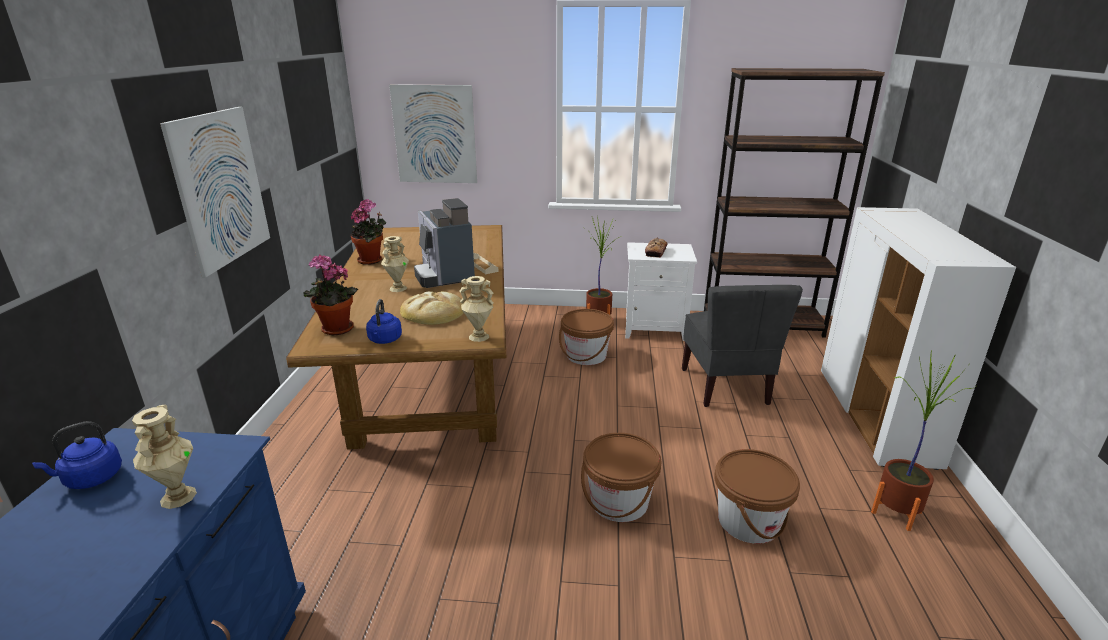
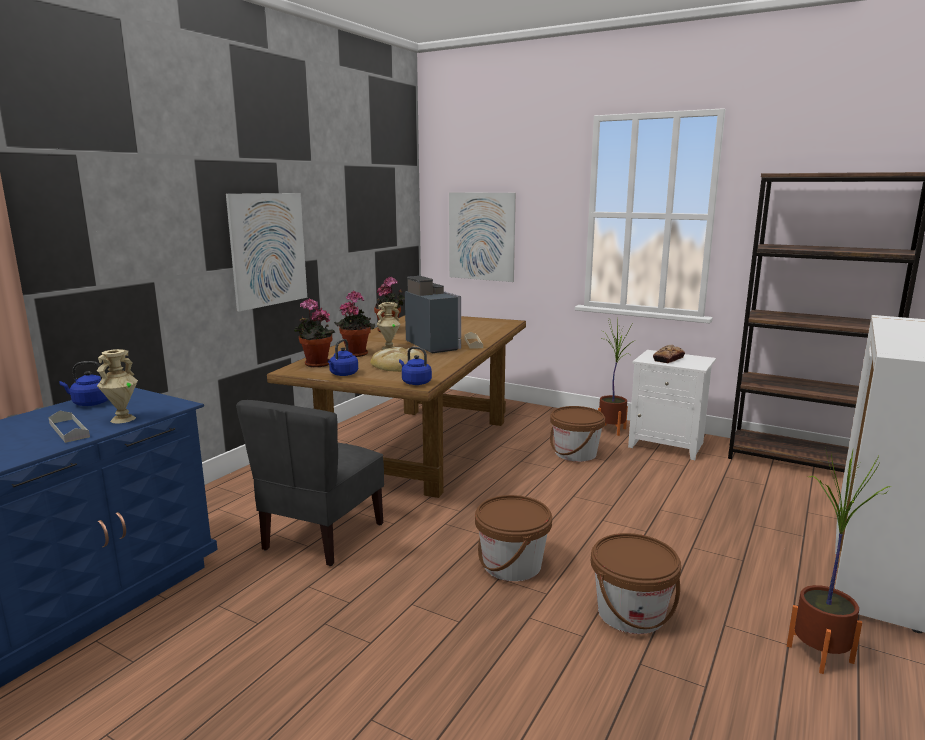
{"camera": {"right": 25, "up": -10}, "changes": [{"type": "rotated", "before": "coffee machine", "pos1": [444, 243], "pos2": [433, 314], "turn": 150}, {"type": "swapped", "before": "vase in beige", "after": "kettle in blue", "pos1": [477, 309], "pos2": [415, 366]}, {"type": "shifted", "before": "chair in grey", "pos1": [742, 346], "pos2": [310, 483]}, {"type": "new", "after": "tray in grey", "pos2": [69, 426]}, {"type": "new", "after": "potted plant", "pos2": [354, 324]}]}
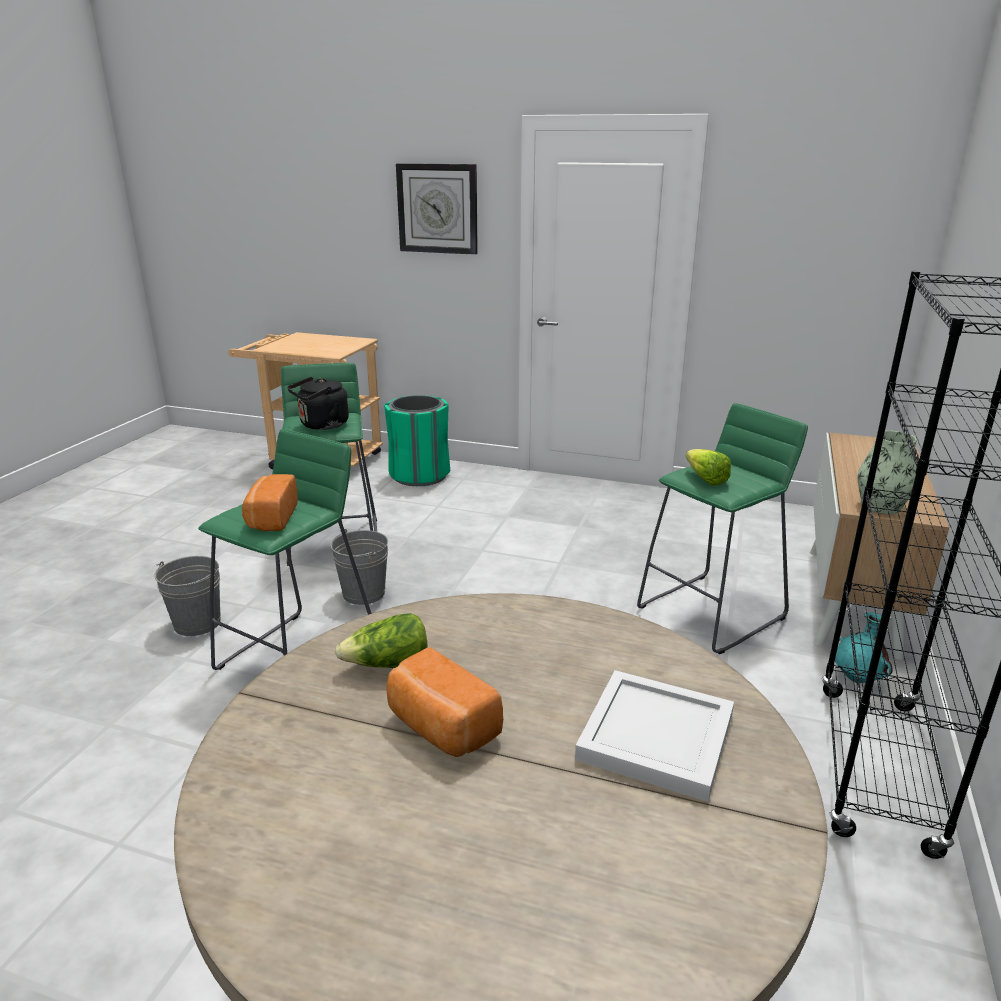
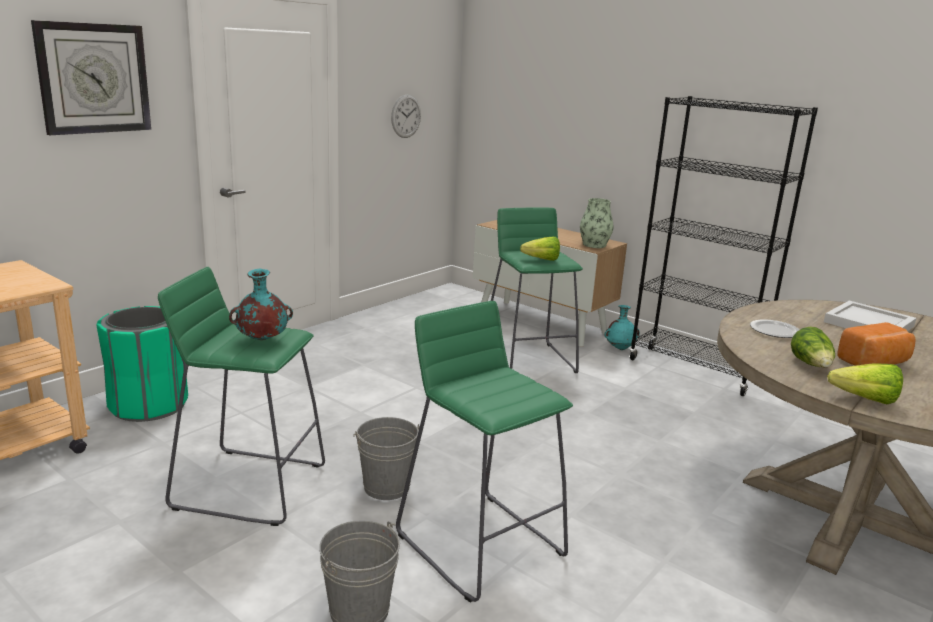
{"camera": {"right": -70, "up": -5}, "changes": [{"type": "gone", "before": "bread", "pos1": [270, 502]}, {"type": "swapped", "before": "kettle in black", "after": "vase in turquoise", "pos1": [318, 403], "pos2": [261, 304]}, {"type": "new", "after": "wall clock", "pos2": [406, 116]}, {"type": "new", "after": "plate", "pos2": [775, 328]}, {"type": "new", "after": "lettuce", "pos2": [865, 383]}]}
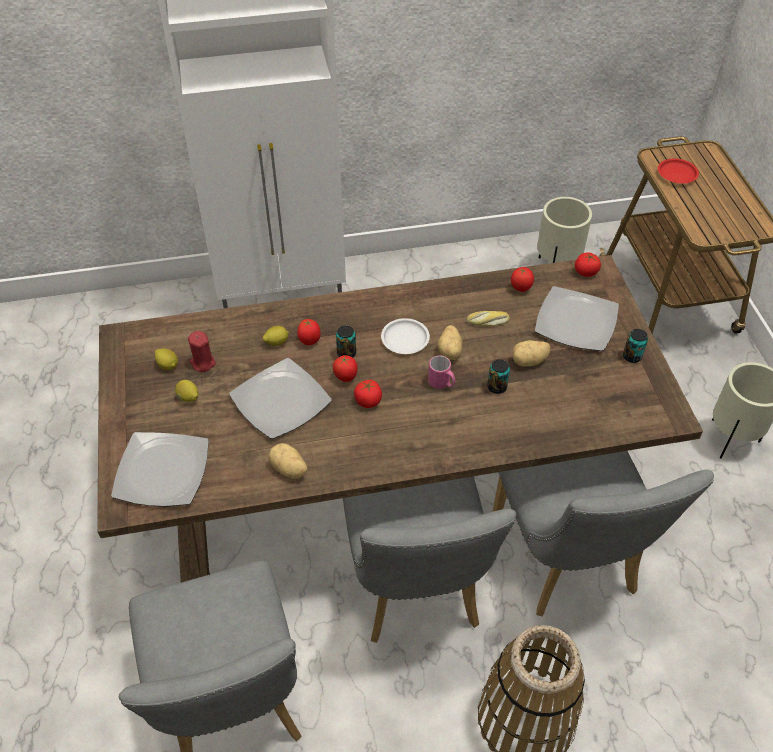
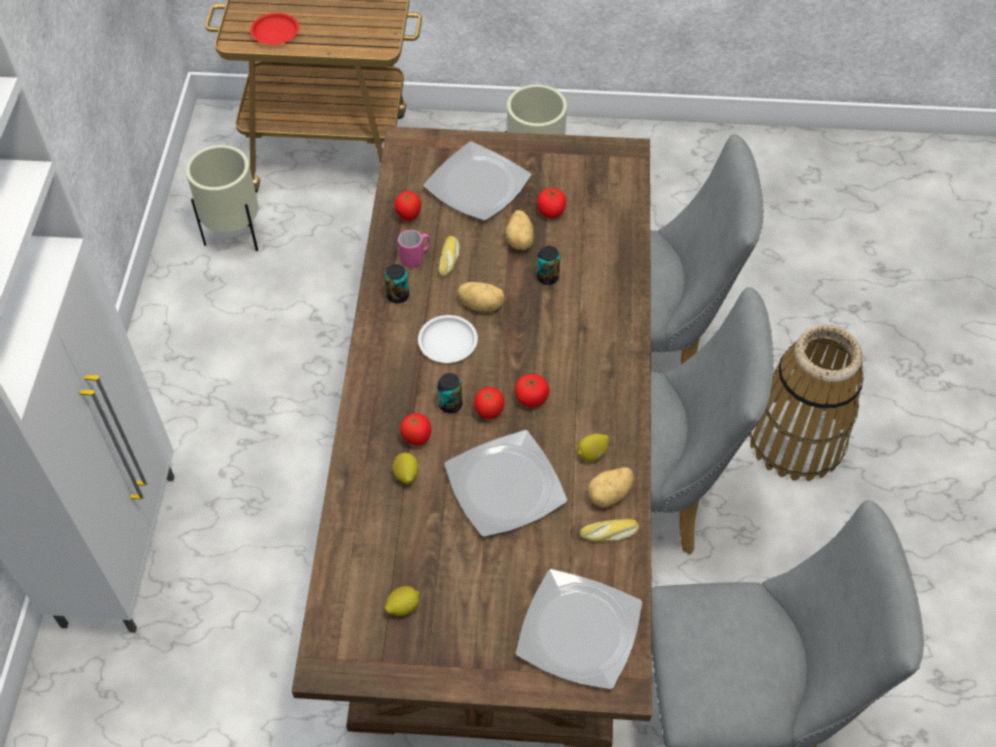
{"camera": {"right": -75, "up": 5}, "changes": [{"type": "shifted", "before": "lemon", "pos1": [186, 391], "pos2": [593, 447]}, {"type": "gone", "before": "candle in red", "pos1": [202, 351]}, {"type": "shifted", "before": "mug in pink", "pos1": [442, 372], "pos2": [414, 248]}, {"type": "shifted", "before": "tomato", "pos1": [588, 264], "pos2": [551, 203]}, {"type": "shifted", "before": "can", "pos1": [635, 346], "pos2": [396, 283]}, {"type": "new", "after": "bread", "pos2": [609, 530]}]}
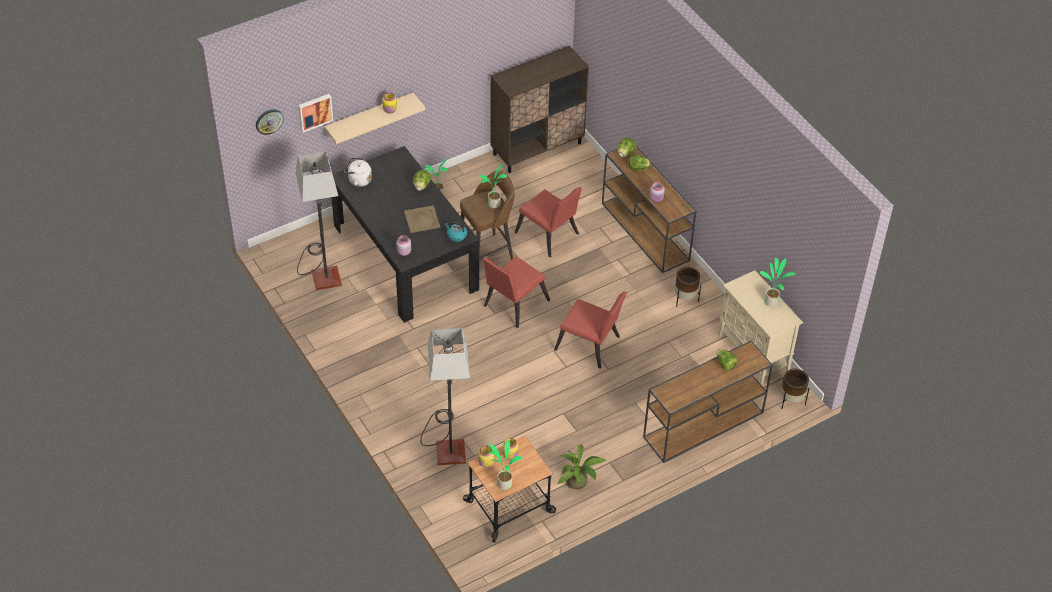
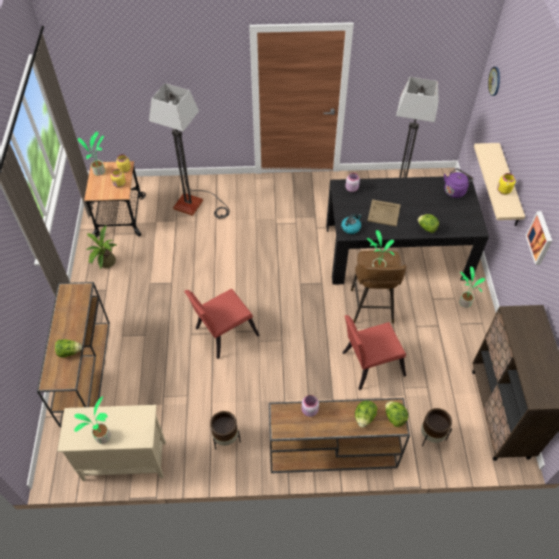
{"camera": {"right": 120, "up": 5}, "changes": [{"type": "shifted", "before": "picture", "pos1": [315, 113], "pos2": [539, 238]}, {"type": "repainted", "before": "kettle in white", "after": "kettle in purple", "pos1": [358, 172], "pos2": [459, 183]}, {"type": "gone", "before": "chair in red", "pos1": [516, 292]}, {"type": "shifted", "before": "planter in brown", "pos1": [795, 389], "pos2": [436, 427]}]}
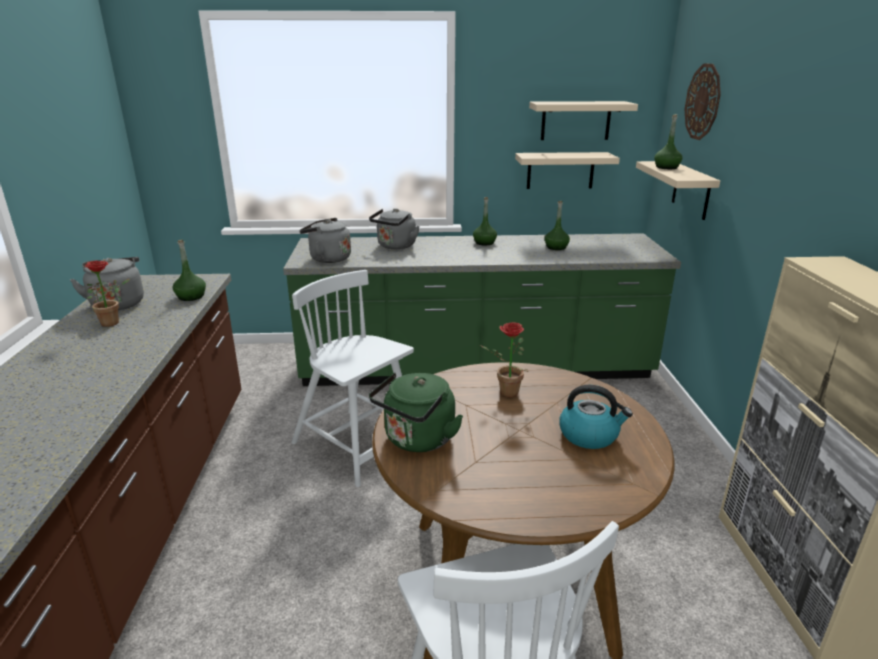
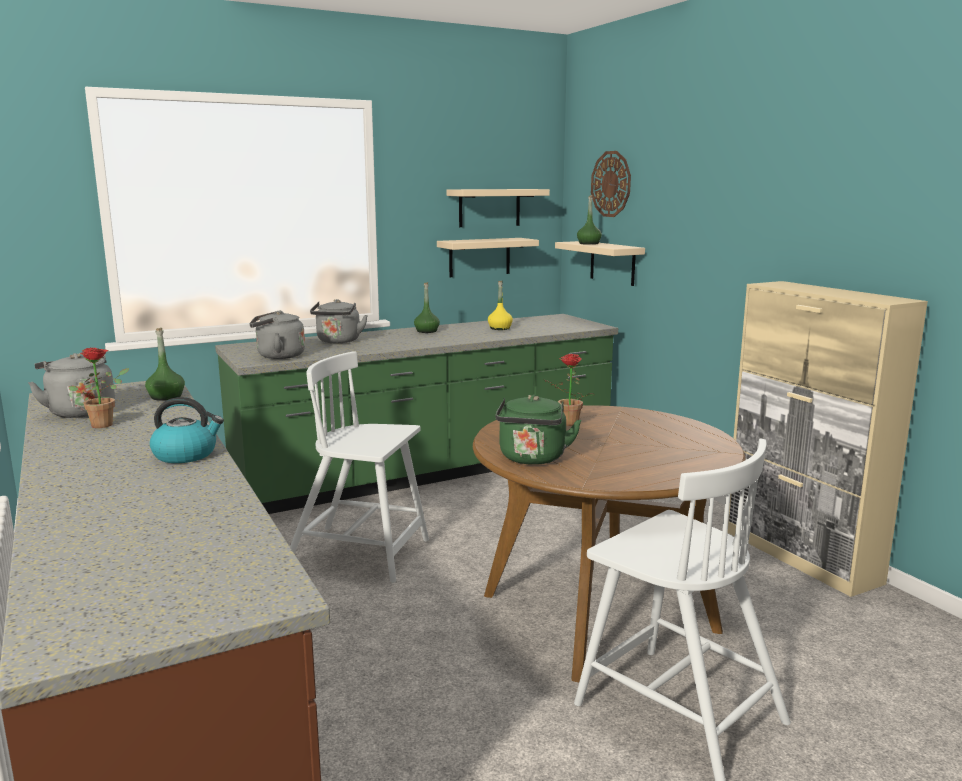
{"camera": {"right": -25, "up": -10}, "changes": [{"type": "repainted", "before": "bottle in green", "after": "bottle in yellow", "pos1": [557, 225], "pos2": [500, 305]}, {"type": "shifted", "before": "kettle", "pos1": [596, 417], "pos2": [186, 430]}]}
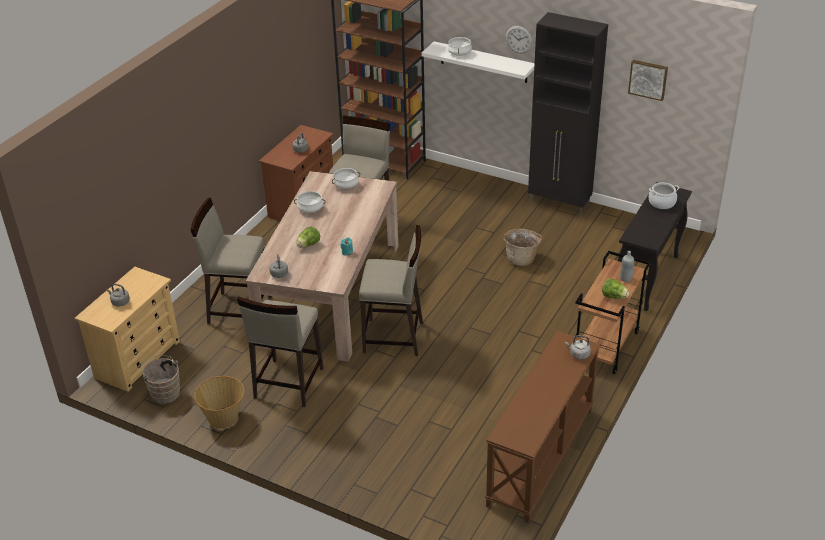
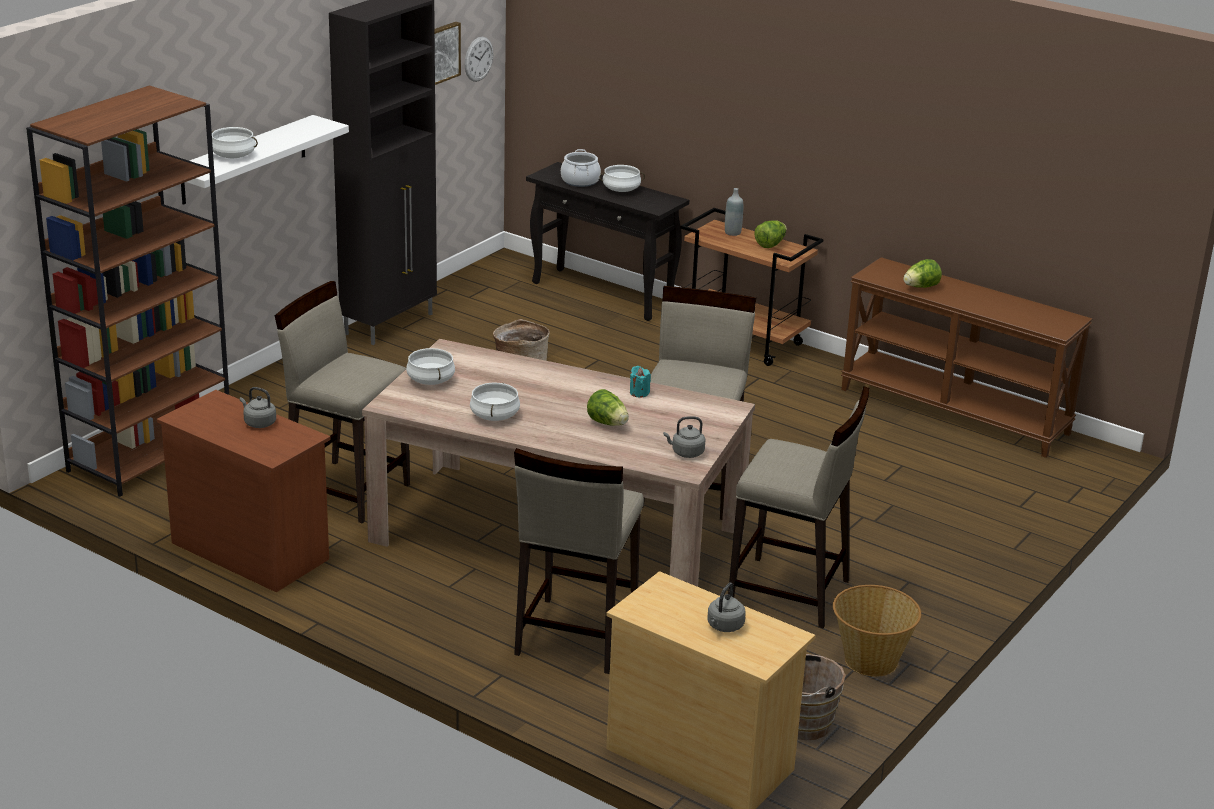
{"camera": {"right": -85, "up": -10}, "changes": [{"type": "shifted", "before": "wall clock", "pos1": [519, 39], "pos2": [479, 59]}, {"type": "gone", "before": "kettle in grey", "pos1": [578, 347]}, {"type": "new", "after": "cooking pot in white", "pos2": [622, 178]}, {"type": "new", "after": "lettuce", "pos2": [922, 273]}]}
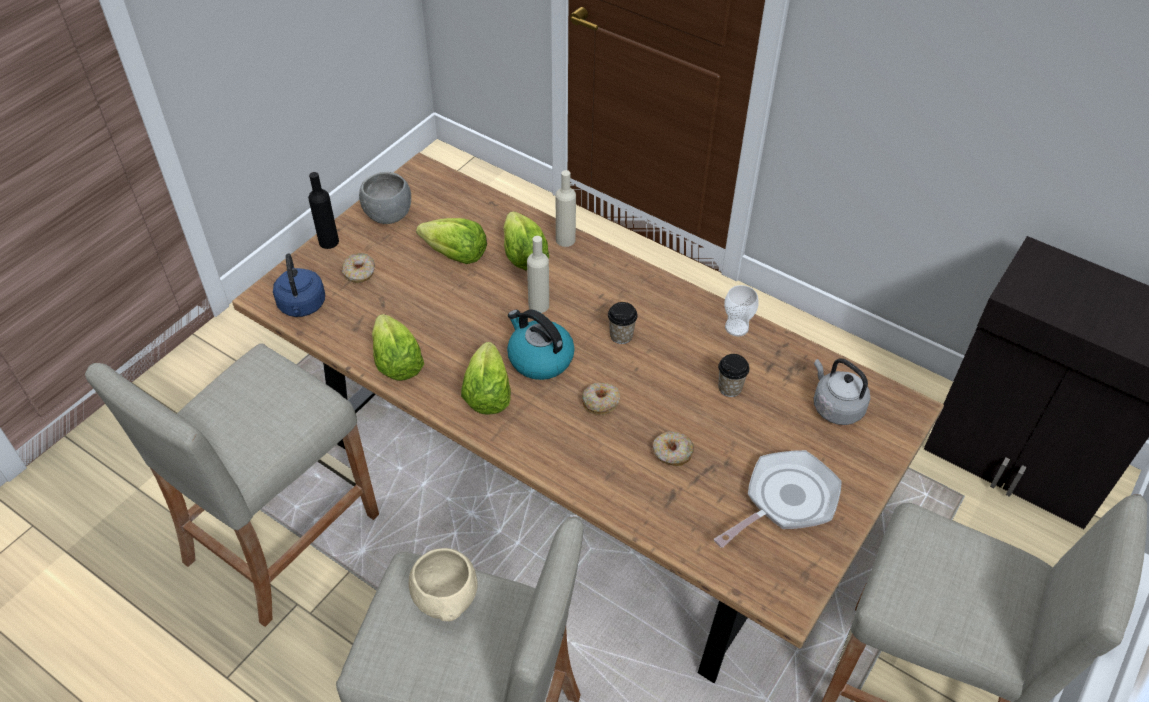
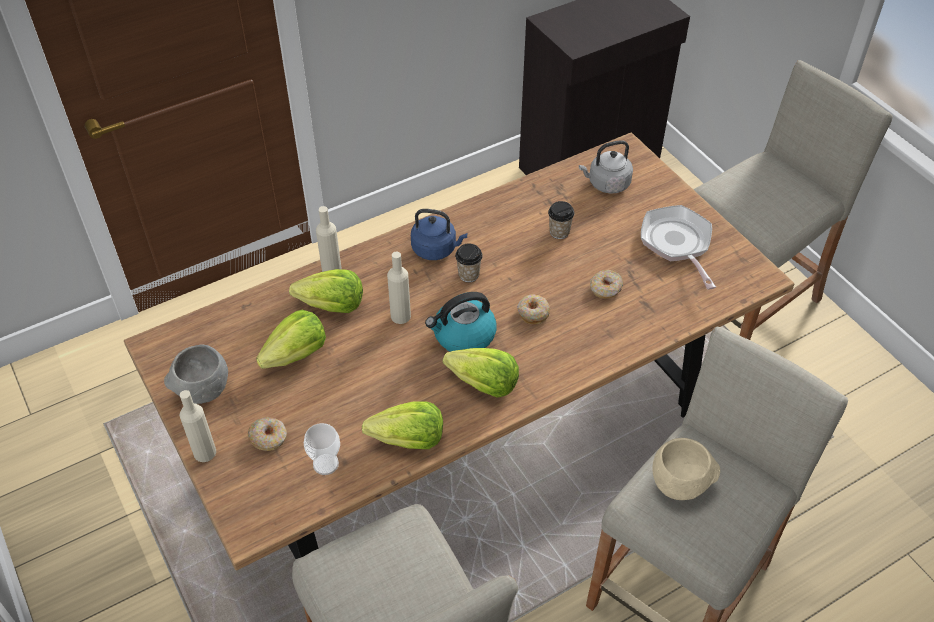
{"camera": {"right": -65, "up": 0}, "changes": [{"type": "shifted", "before": "kettle in blue", "pos1": [299, 285], "pos2": [439, 234]}, {"type": "repainted", "before": "bottle in black", "after": "bottle in beige", "pos1": [323, 210], "pos2": [197, 426]}, {"type": "shifted", "before": "cup", "pos1": [741, 310], "pos2": [322, 449]}]}
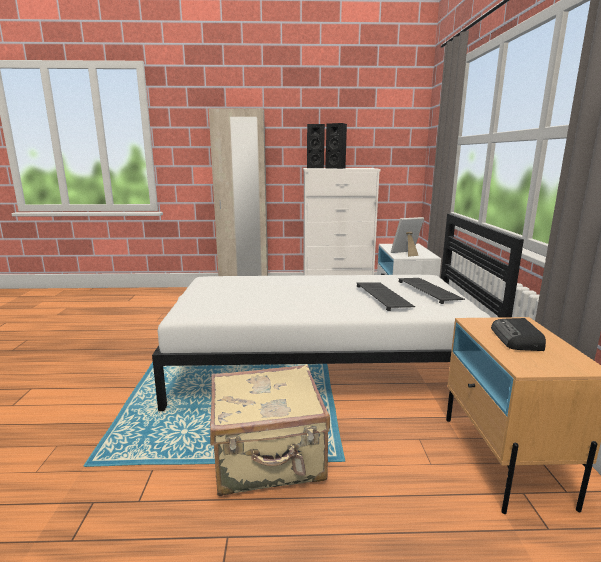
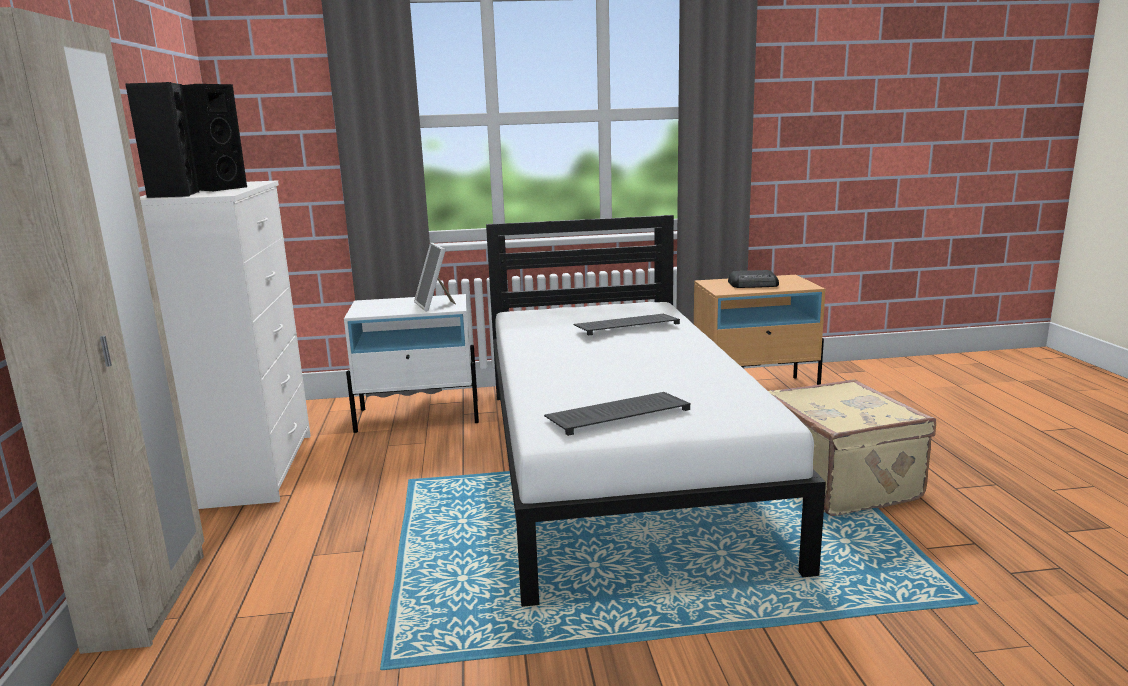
{"camera": {"right": -95, "up": 0}, "changes": [{"type": "shifted", "before": "keyboard", "pos1": [431, 291], "pos2": [617, 414]}]}
